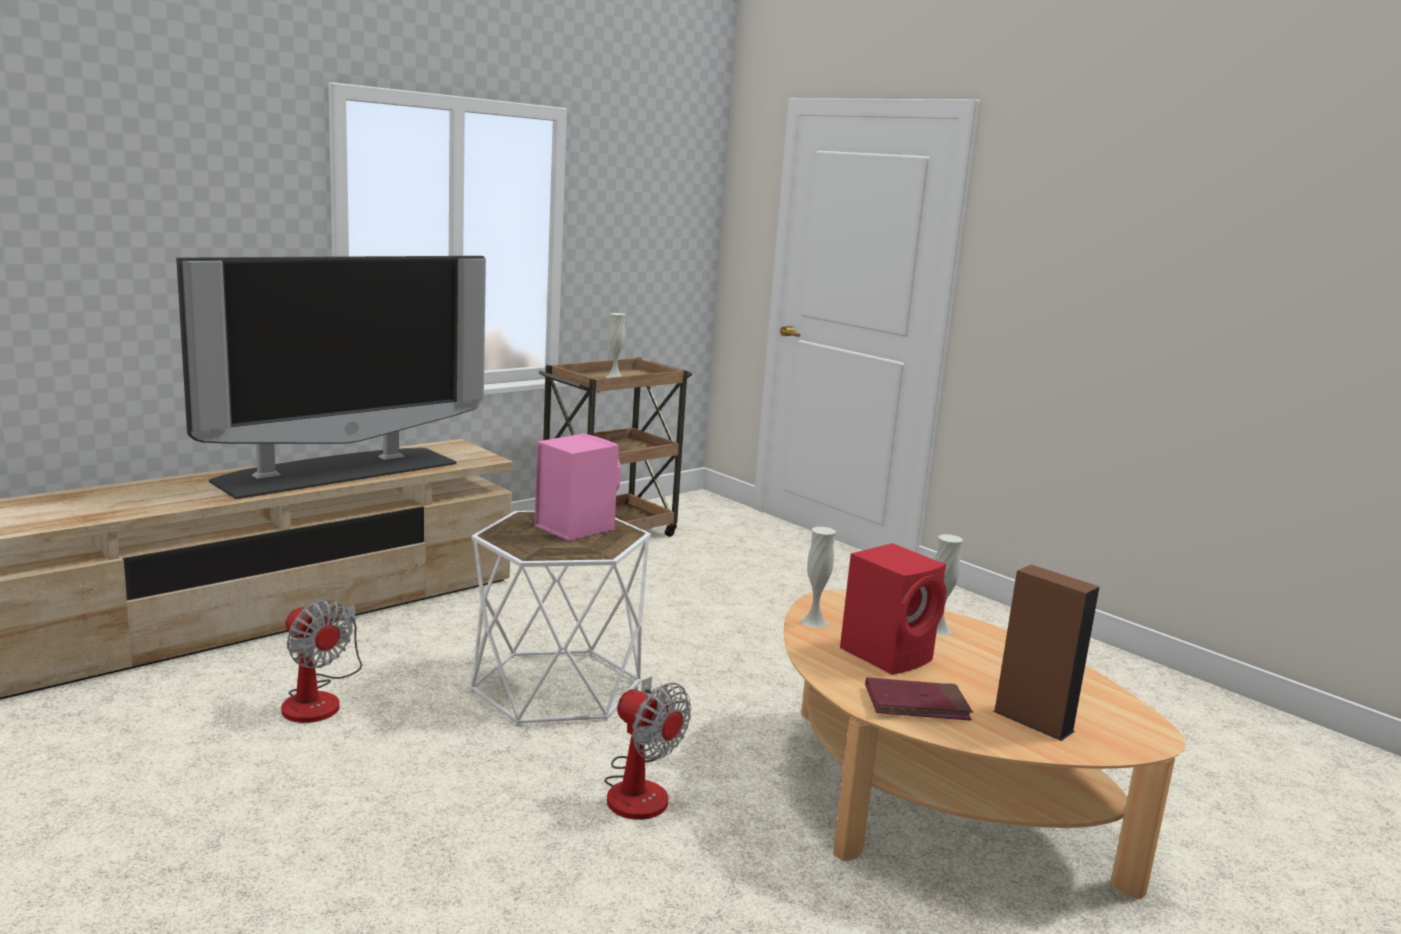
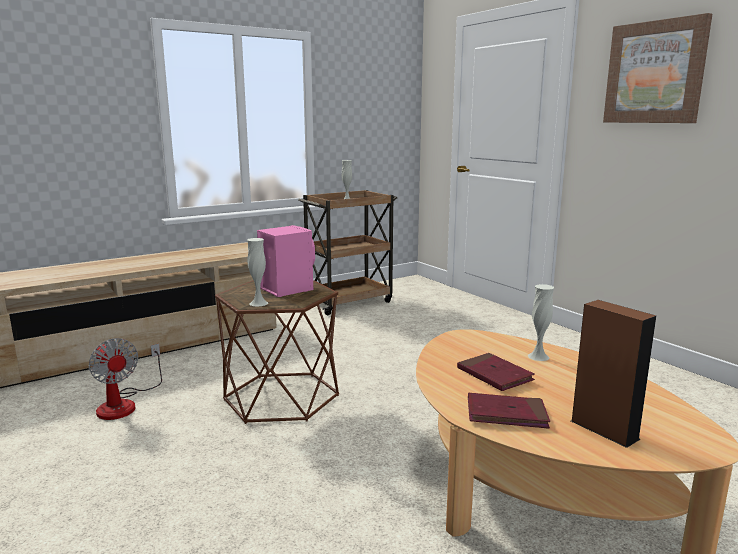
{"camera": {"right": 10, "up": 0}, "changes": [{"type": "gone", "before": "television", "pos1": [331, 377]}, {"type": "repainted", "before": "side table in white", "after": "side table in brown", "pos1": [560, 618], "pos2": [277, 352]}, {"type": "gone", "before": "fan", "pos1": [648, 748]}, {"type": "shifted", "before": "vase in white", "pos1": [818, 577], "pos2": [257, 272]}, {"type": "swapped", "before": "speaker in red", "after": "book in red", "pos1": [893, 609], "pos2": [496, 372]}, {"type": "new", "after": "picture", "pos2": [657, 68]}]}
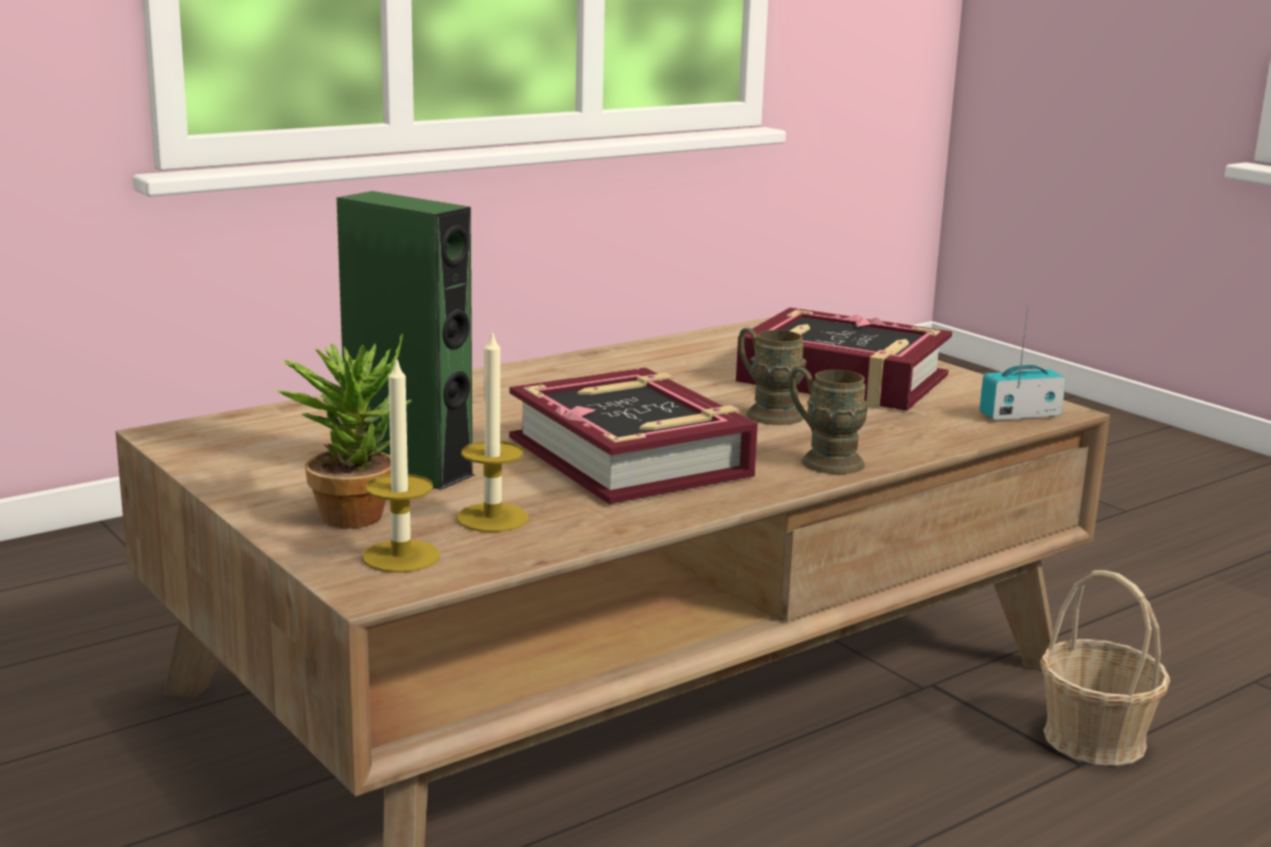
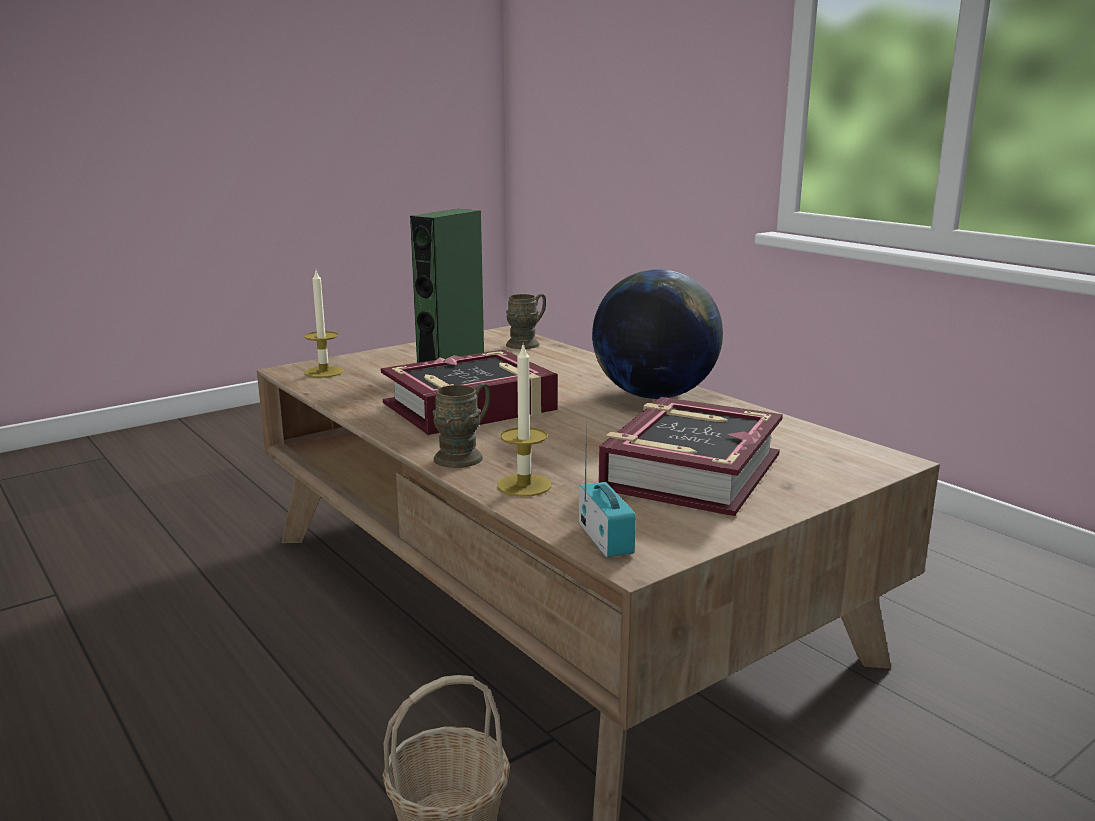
{"camera": {"right": 90, "up": 0}, "changes": [{"type": "gone", "before": "potted plant", "pos1": [343, 430]}, {"type": "shifted", "before": "candle", "pos1": [492, 430], "pos2": [524, 421]}, {"type": "shifted", "before": "mug in brown", "pos1": [773, 376], "pos2": [526, 321]}, {"type": "new", "after": "globe", "pos2": [657, 334]}]}
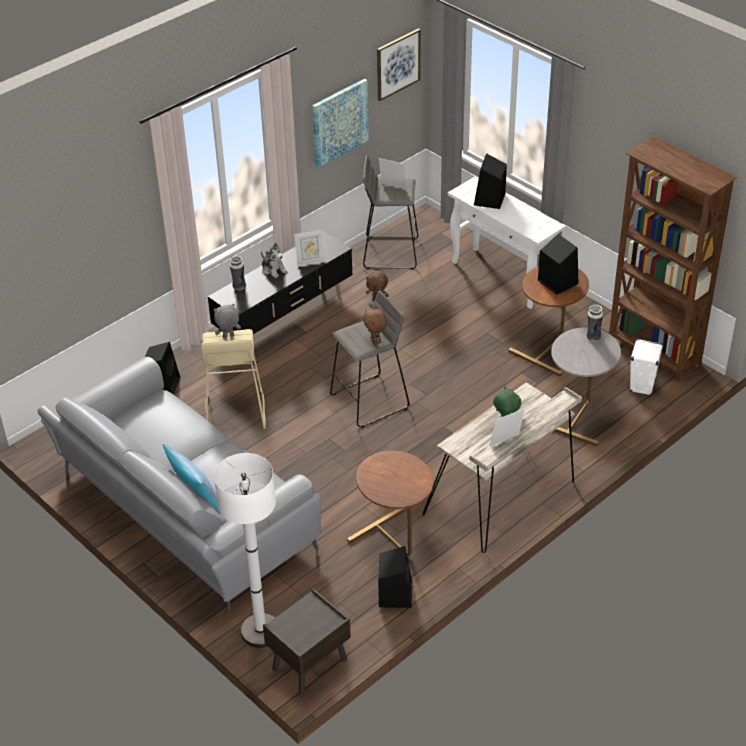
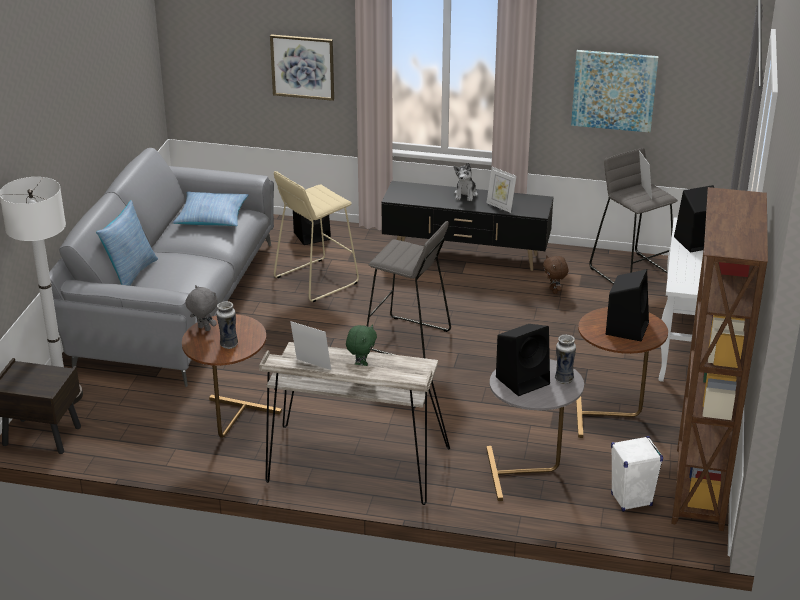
{"camera": {"right": 55, "up": -10}, "changes": [{"type": "shifted", "before": "plush toy in grey", "pos1": [227, 321], "pos2": [201, 308]}, {"type": "shifted", "before": "vase", "pos1": [237, 273], "pos2": [227, 325]}, {"type": "gone", "before": "plush toy in brown", "pos1": [374, 327]}, {"type": "shifted", "before": "picture", "pos1": [399, 64], "pos2": [302, 67]}, {"type": "shifted", "before": "speaker in black", "pos1": [395, 577], "pos2": [523, 360]}, {"type": "new", "after": "pillow", "pos2": [211, 208]}]}
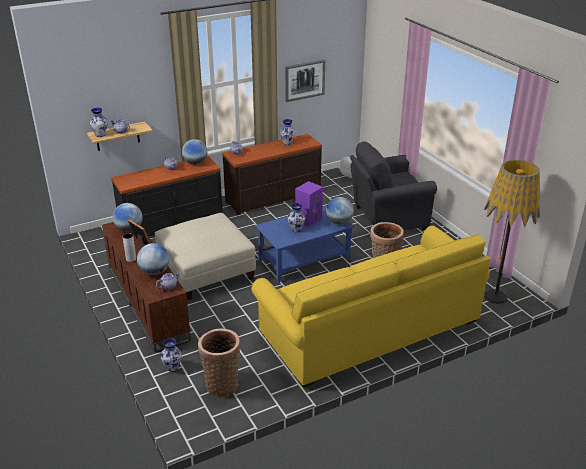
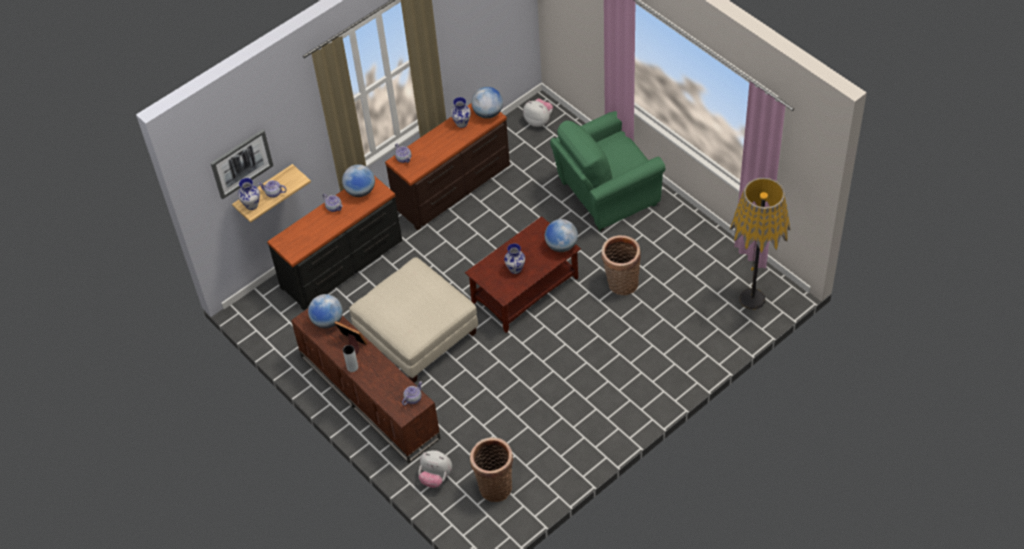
{"camera": {"right": -10, "up": 20}, "changes": [{"type": "shifted", "before": "globe", "pos1": [153, 259], "pos2": [487, 103]}, {"type": "swapped", "before": "vase", "after": "plush toy", "pos1": [171, 355], "pos2": [435, 469]}, {"type": "gone", "before": "sofa in yellow", "pos1": [370, 306]}, {"type": "repainted", "before": "coffee table in blue", "after": "coffee table in brown", "pos1": [305, 244], "pos2": [523, 274]}, {"type": "shifted", "before": "picture", "pos1": [305, 81], "pos2": [242, 164]}, {"type": "gone", "before": "speaker in purple", "pos1": [309, 204]}, {"type": "repainted", "before": "armchair in grey", "after": "armchair in green", "pos1": [393, 185], "pos2": [607, 171]}]}
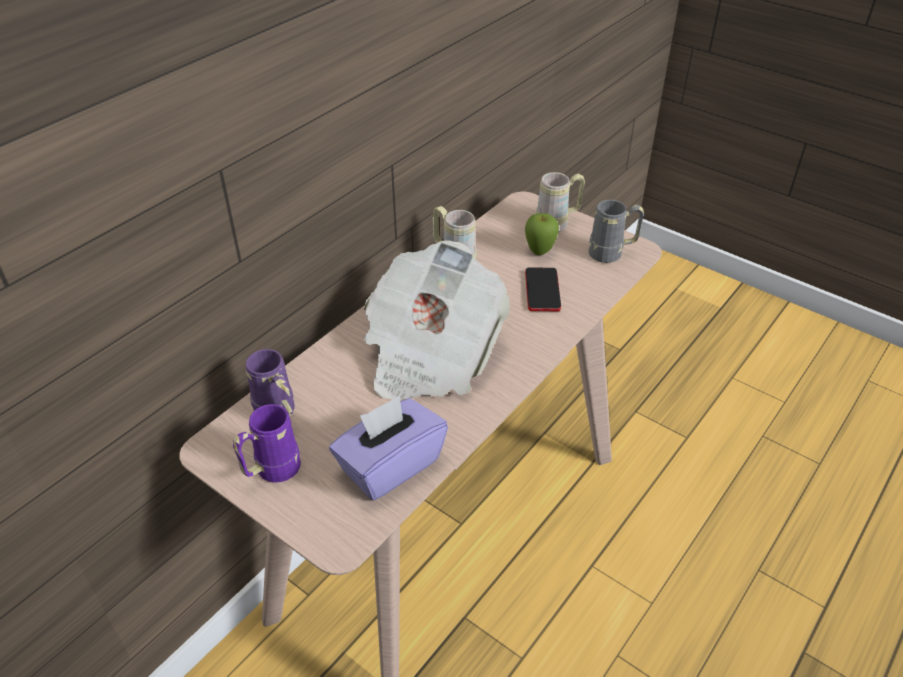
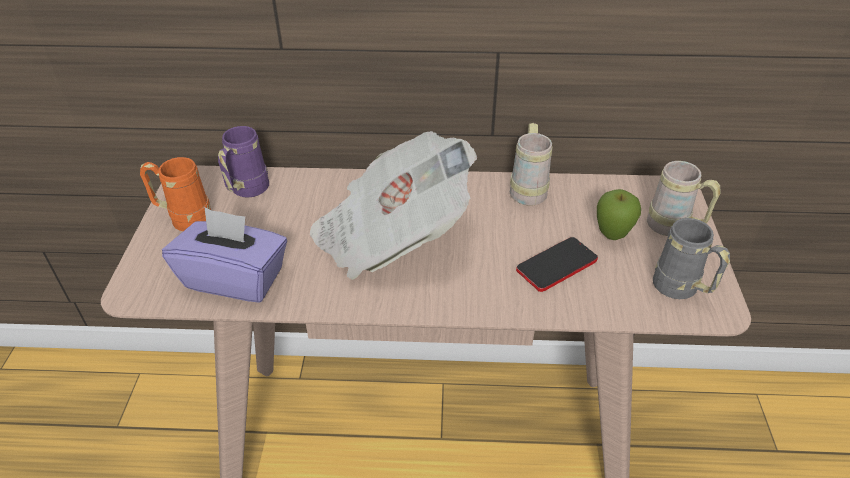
{"camera": {"right": 55, "up": 0}, "changes": [{"type": "repainted", "before": "mug in purple", "after": "mug in orange", "pos1": [267, 443], "pos2": [175, 194]}]}
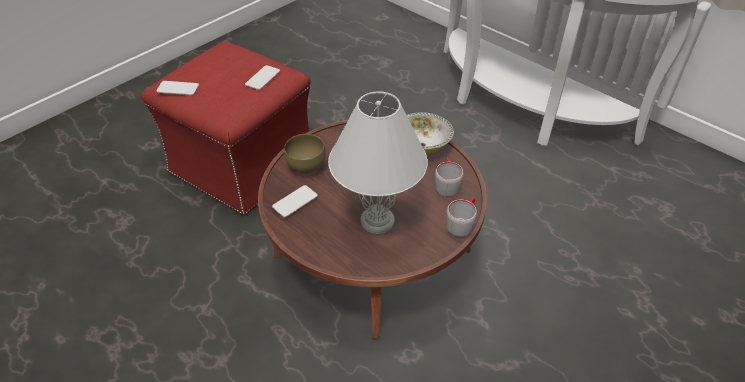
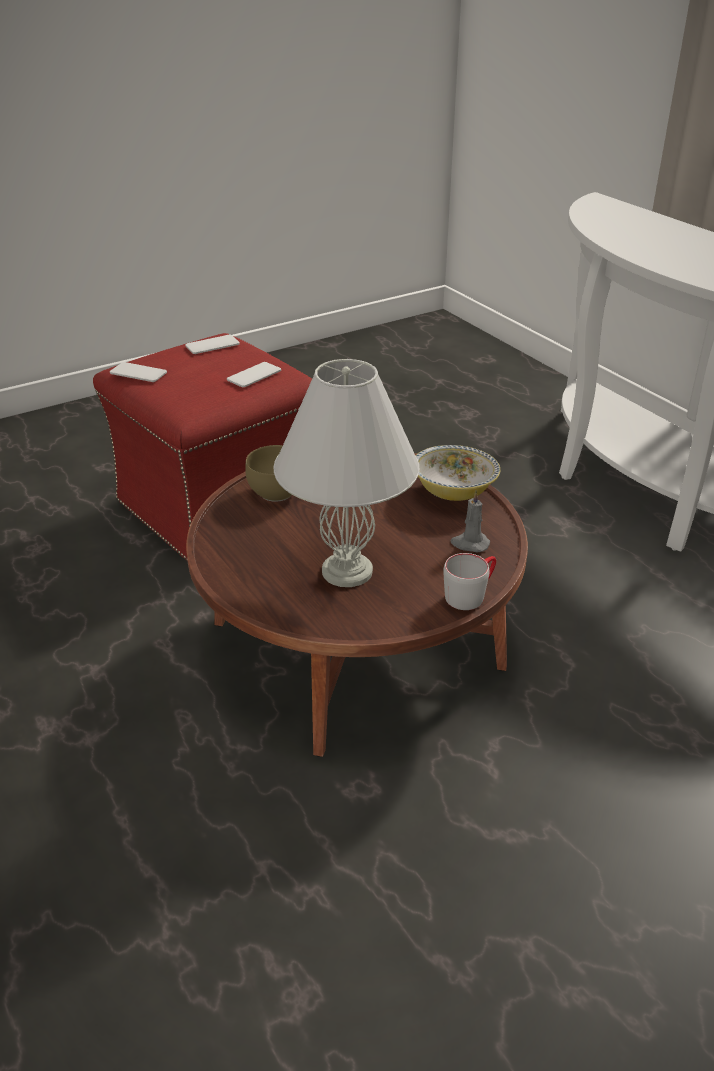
{"camera": {"right": 15, "up": -10}, "changes": [{"type": "shifted", "before": "phone", "pos1": [295, 201], "pos2": [212, 344]}, {"type": "swapped", "before": "mug in grey", "after": "candle in grey", "pos1": [449, 177], "pos2": [470, 521]}]}
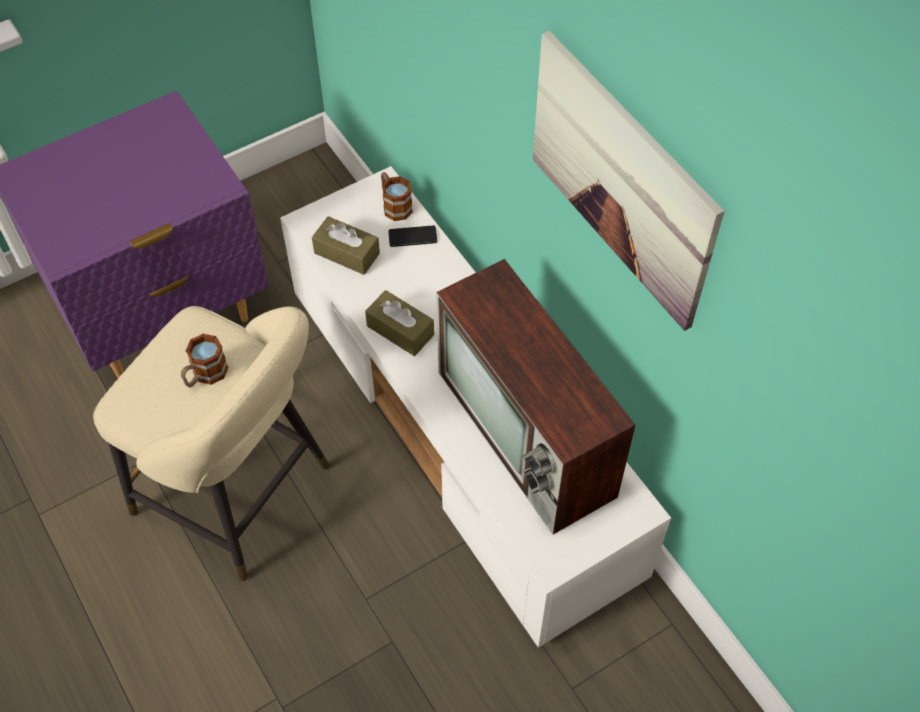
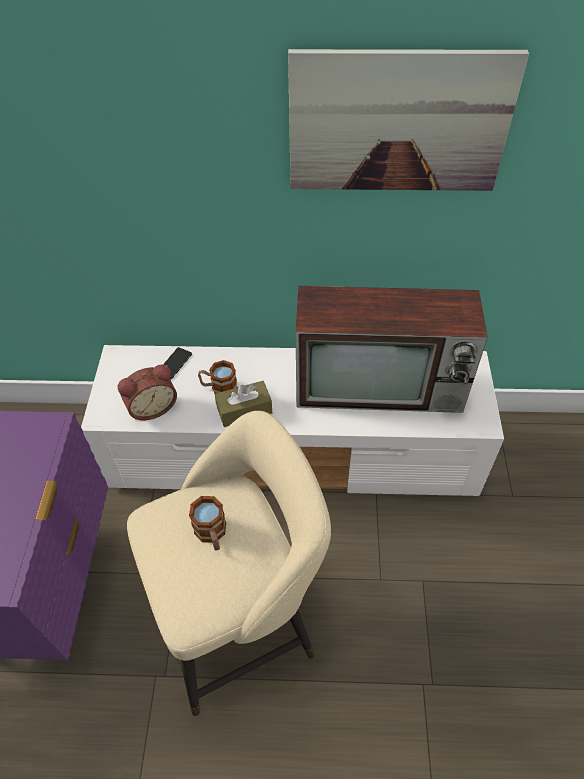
{"camera": {"right": -55, "up": -5}, "changes": [{"type": "swapped", "before": "tissue box in brown", "after": "alarm clock", "pos1": [346, 245], "pos2": [147, 392]}, {"type": "shifted", "before": "mug", "pos1": [397, 196], "pos2": [218, 377]}]}
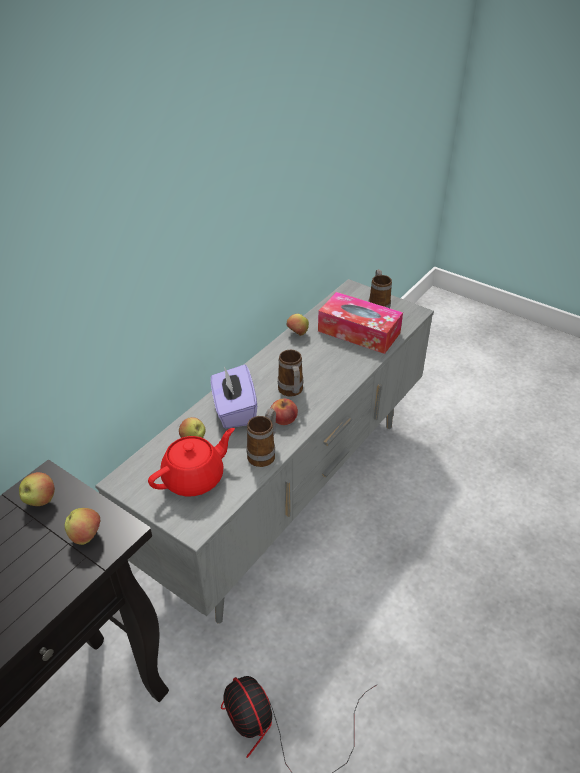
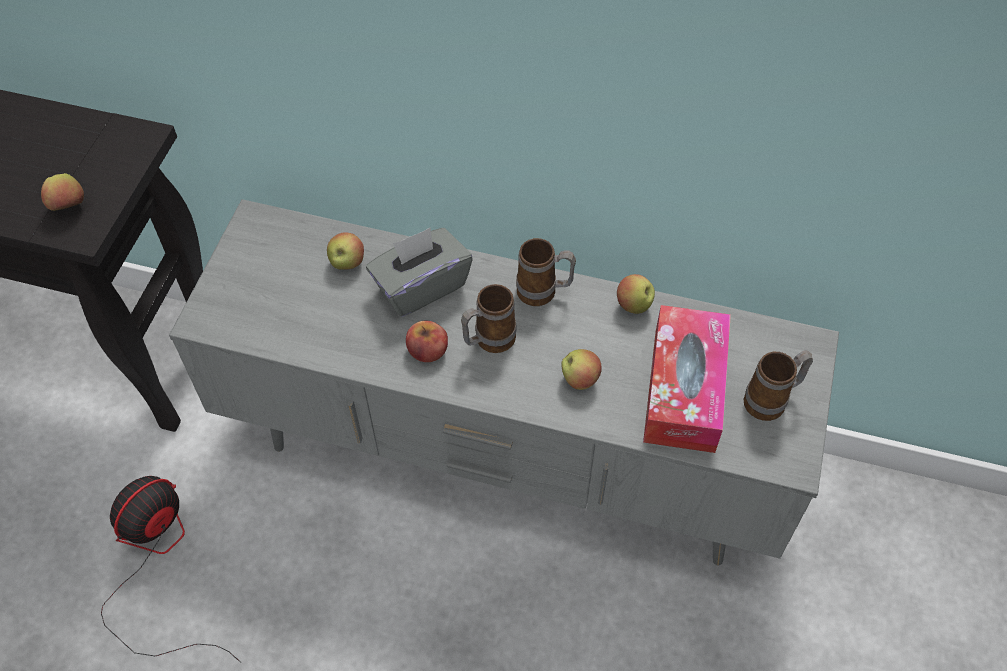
{"camera": {"right": 70, "up": 15}, "changes": [{"type": "shifted", "before": "apple", "pos1": [37, 489], "pos2": [581, 369]}, {"type": "gone", "before": "teapot in red", "pos1": [191, 462]}, {"type": "repainted", "before": "tissue box in purple", "after": "tissue box in grey", "pos1": [234, 396], "pos2": [419, 272]}, {"type": "shifted", "before": "mug", "pos1": [261, 437], "pos2": [546, 272]}]}
